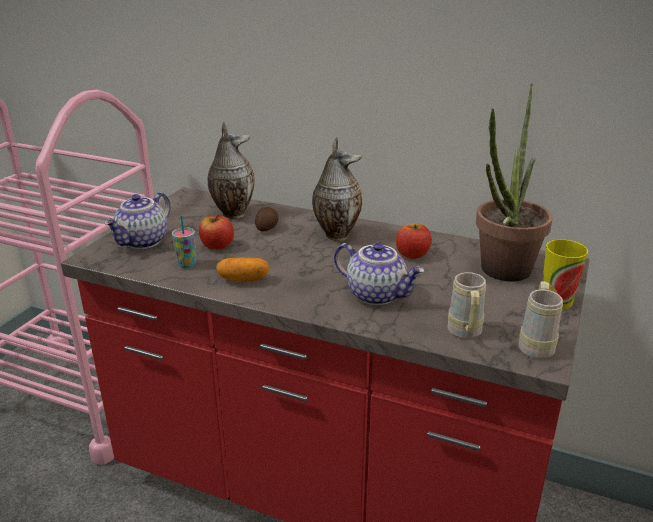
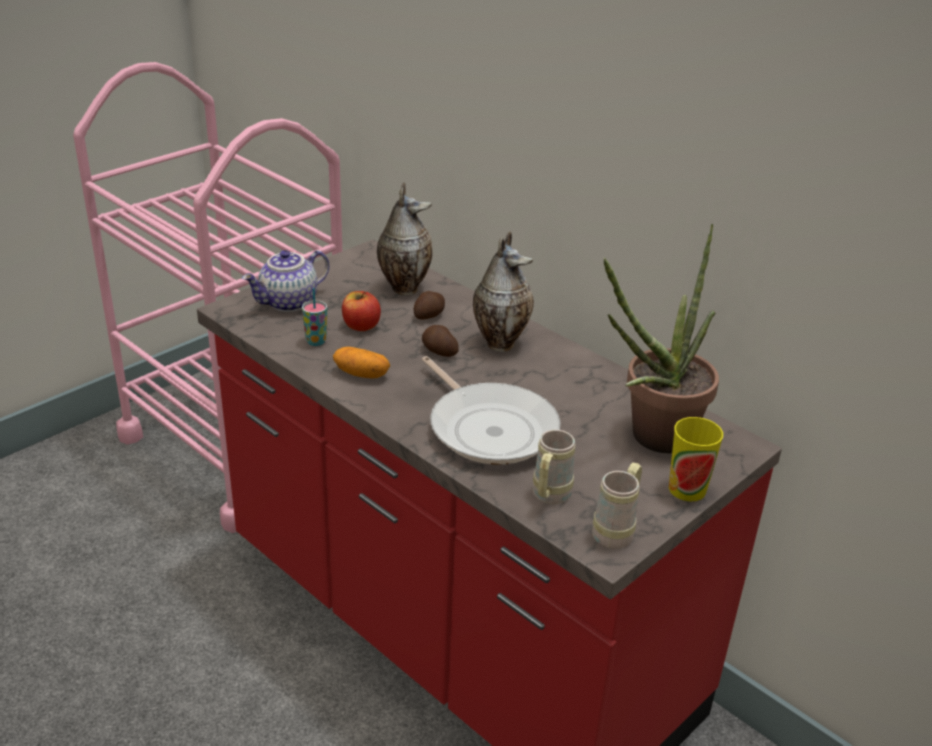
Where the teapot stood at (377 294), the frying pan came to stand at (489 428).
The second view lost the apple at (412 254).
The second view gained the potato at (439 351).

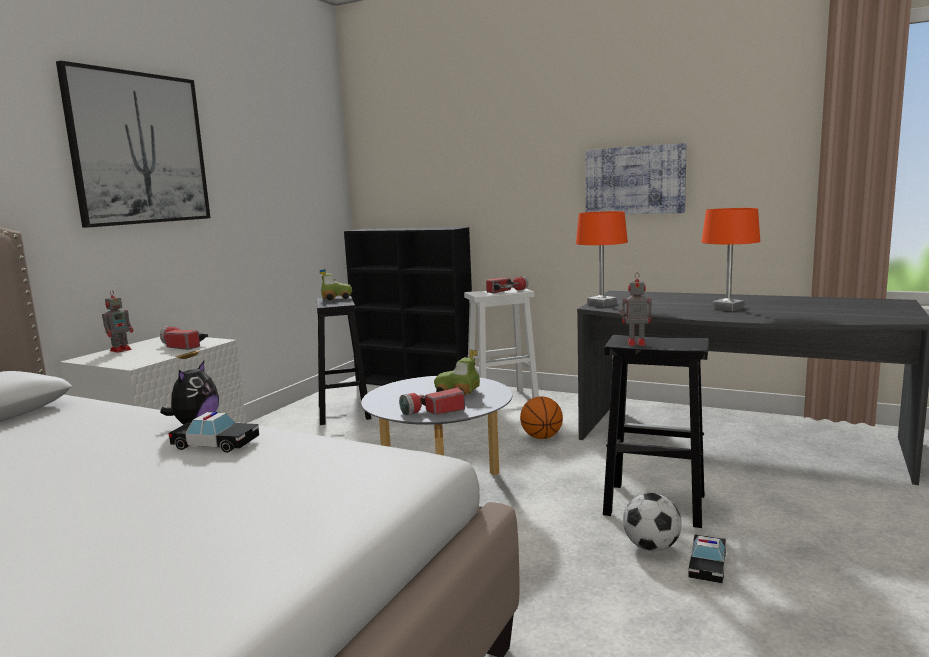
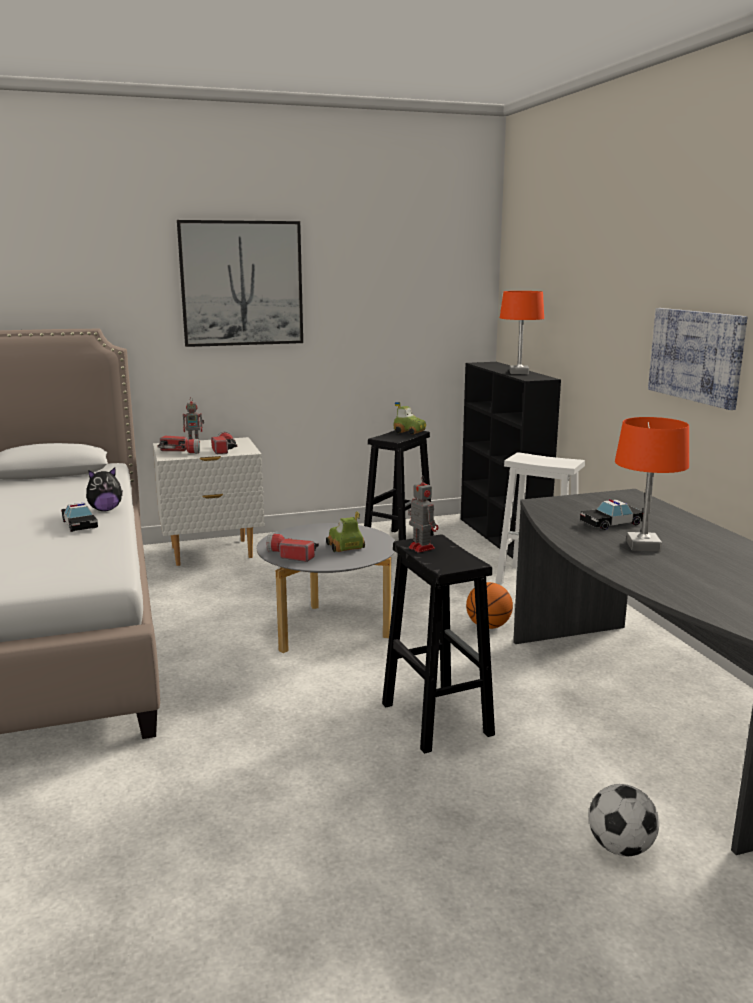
The flashlight ended up elsewhere, having gone from (507 291) to (180 452).
The table lamp (orange) ended up elsewhere, having gone from (601 304) to (518 373).
The football ended up elsewhere, having gone from (651 547) to (620 847).
The toy car ended up elsewhere, having gone from (707 566) to (611 523).

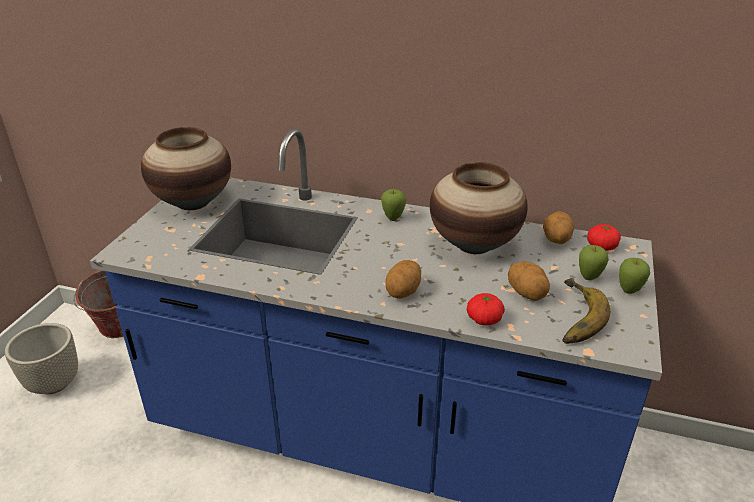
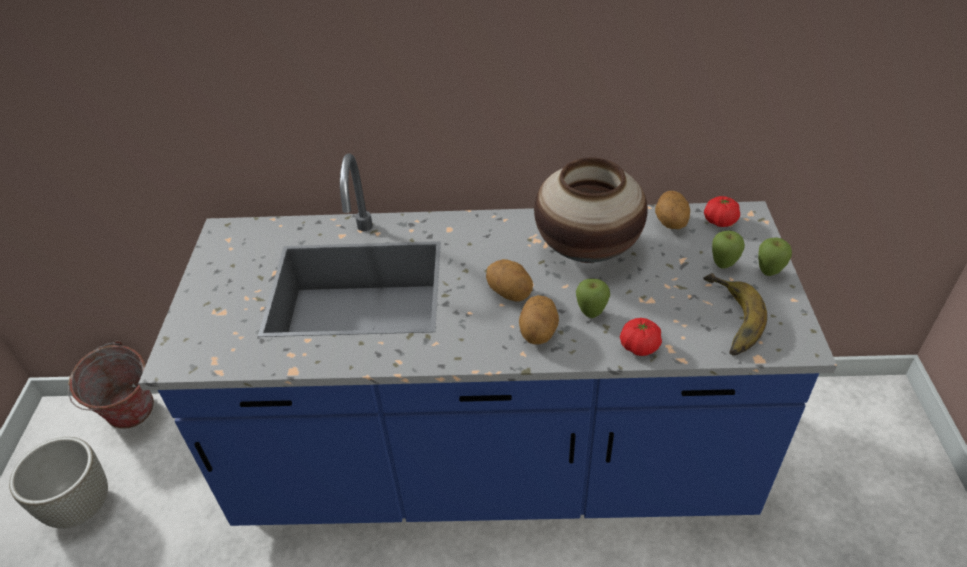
The second view lost the vase at (193 202).
The apple ended up elsewhere, having gone from (393 218) to (591 314).
The potato ended up elsewhere, having gone from (527 294) to (510 293).

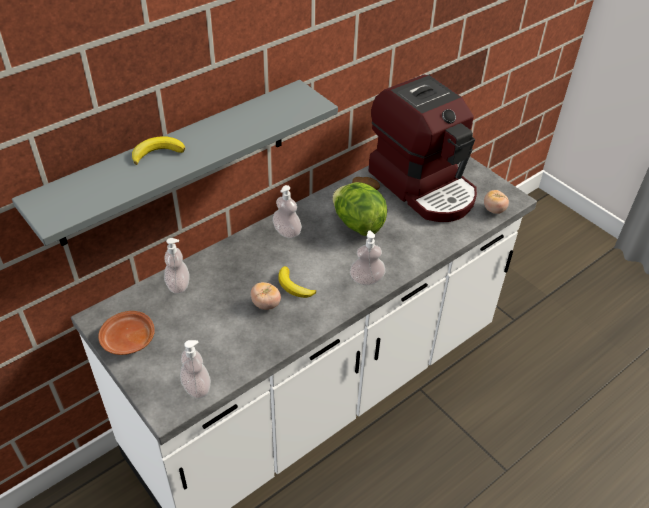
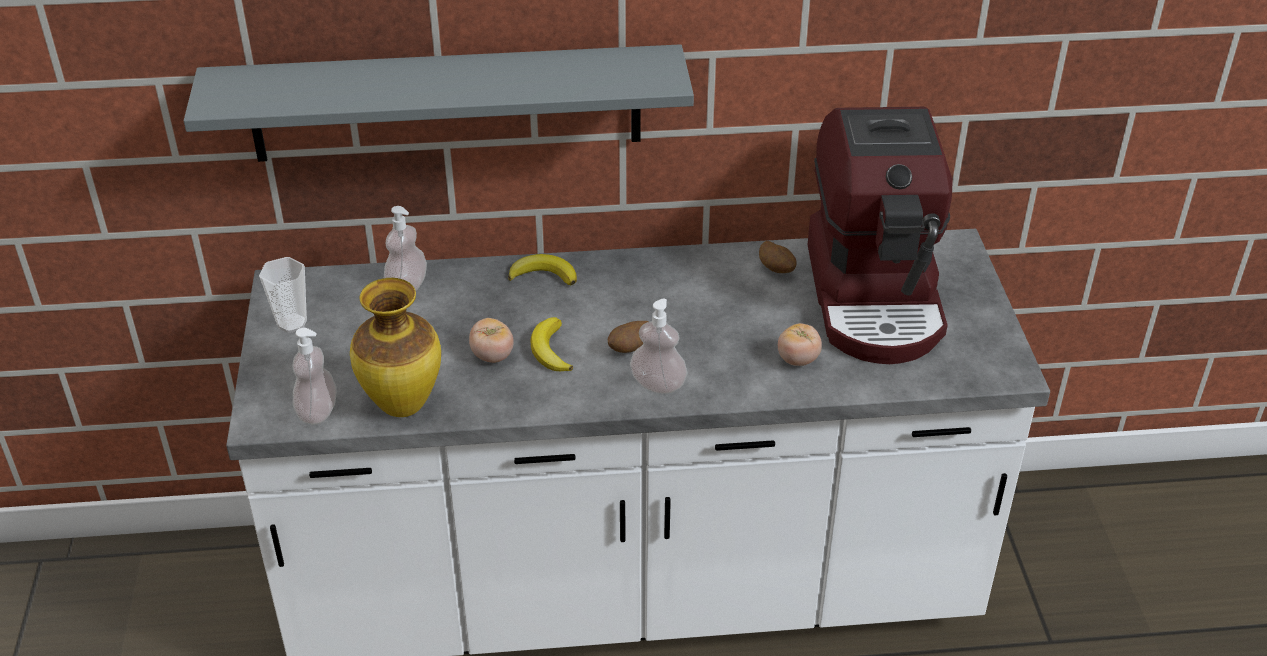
Where the plate (brown) stood at (128 340), the cup came to stand at (292 323).
The banana ended up elsewhere, having gone from (157 153) to (544 275).
The second view lost the soap dispenser at (287 232).
The second view lost the lettuce at (357 224).
The tomato ended up elsewhere, having gone from (494 210) to (798 359).
The second view gained the vase at (404 406).
The second view gained the potato at (630 349).

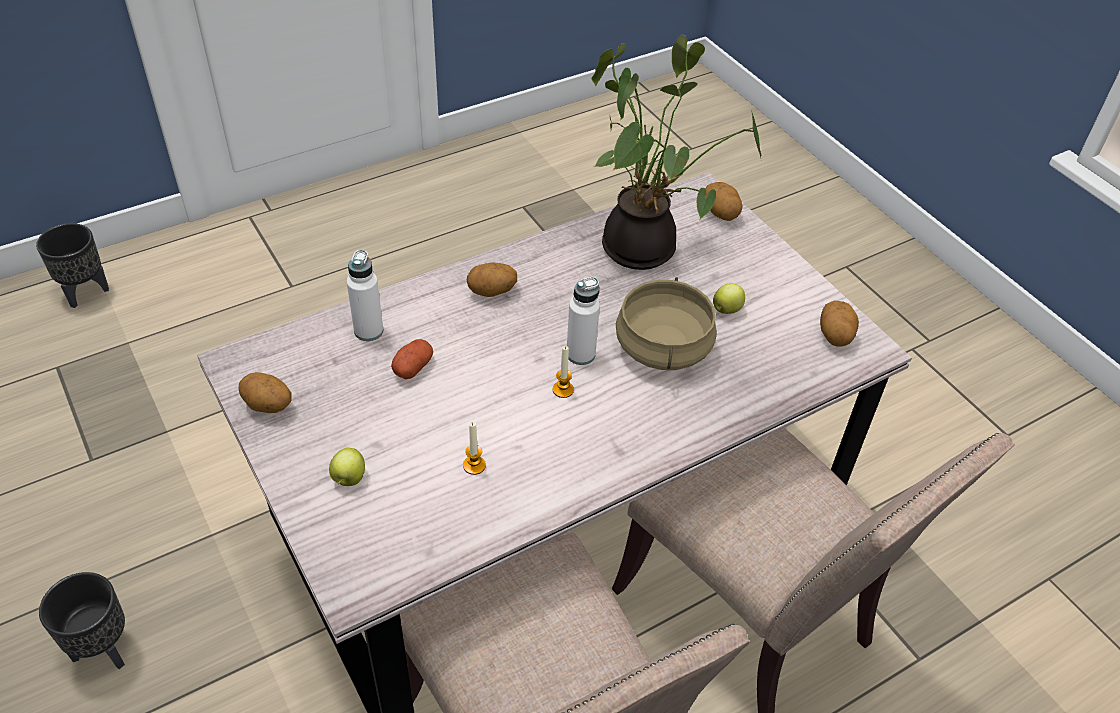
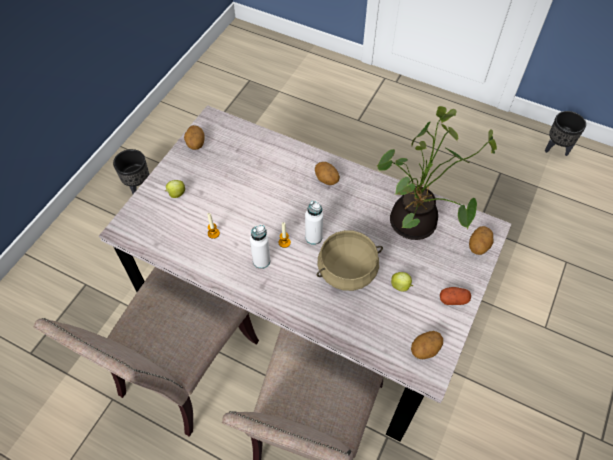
The planter (black) ended up elsewhere, having gone from (85 292) to (556 148).
The bottle (white) ended up elsewhere, having gone from (368 331) to (261 261).
The potato ended up elsewhere, having gone from (413 367) to (453 299).

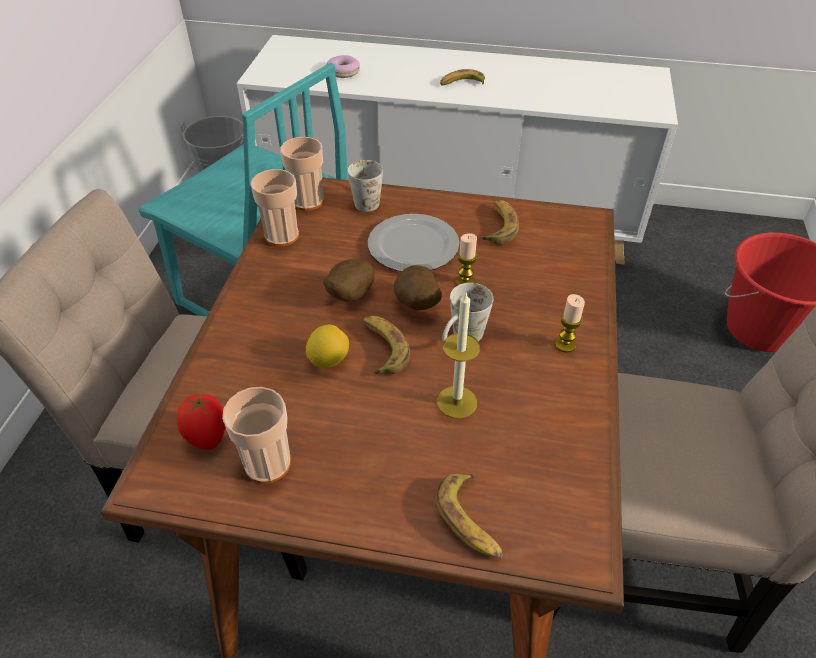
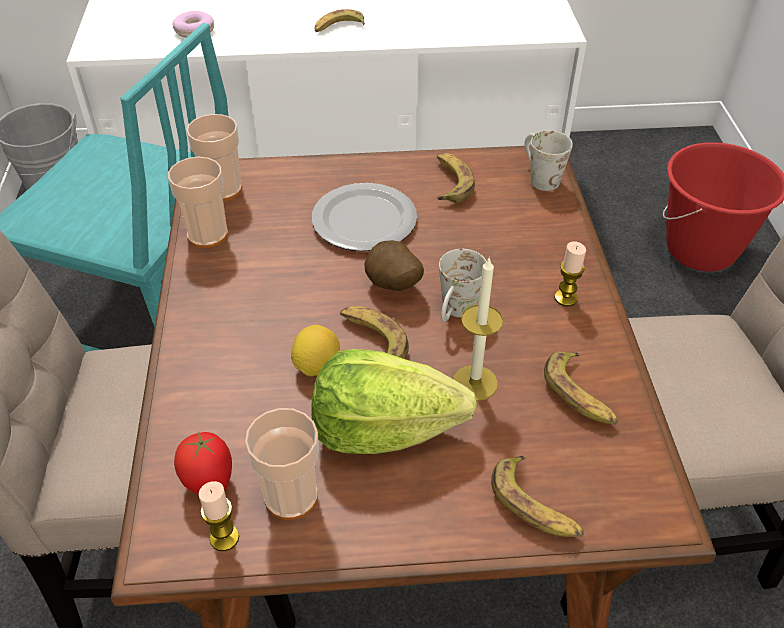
The second view lost the potato at (349 296).
The mug (white) ended up elsewhere, having gone from (365 199) to (538 177).
The candle ended up elsewhere, having gone from (465 281) to (224 538).
The second view gained the lettuce at (383 430).
The second view gained the banana at (580 395).

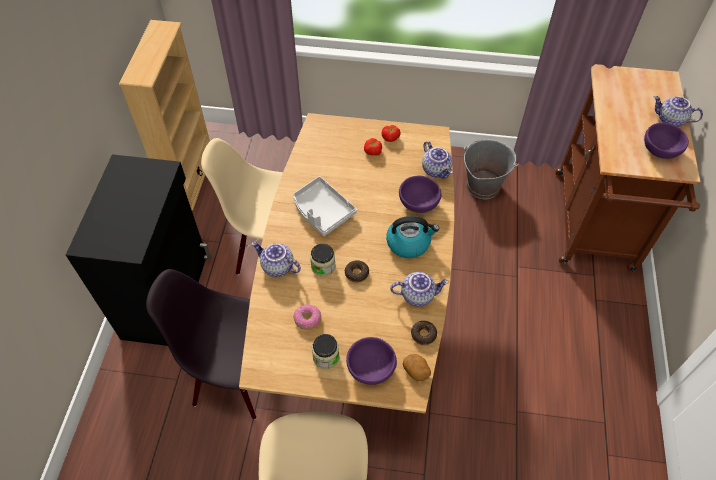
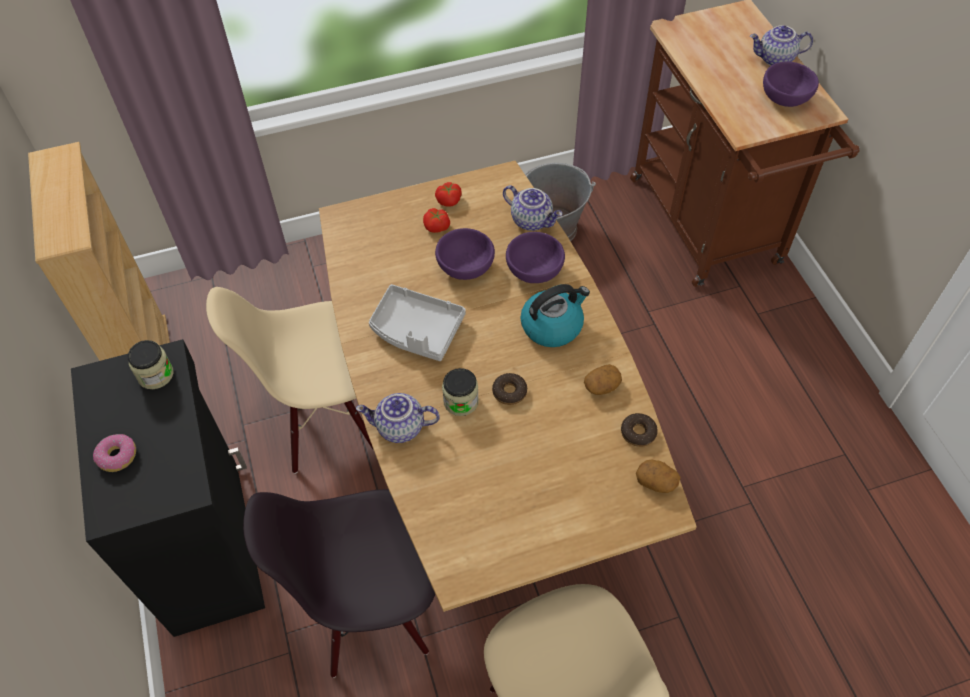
The donut ended up elsewhere, having gone from (307 319) to (117 456).
The jar ended up elsewhere, having gone from (326 357) to (156 375).
The bowl (purple) ended up elsewhere, having gone from (370 367) to (464 266).
Where the teapot stood at (417 295), the potato came to stand at (601 386).

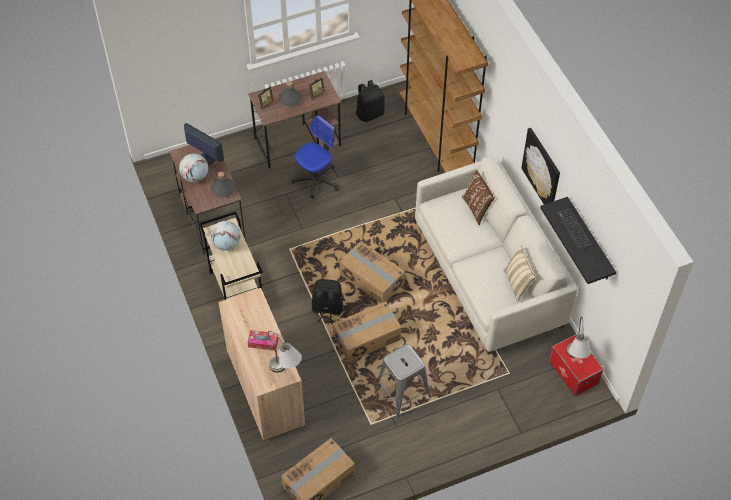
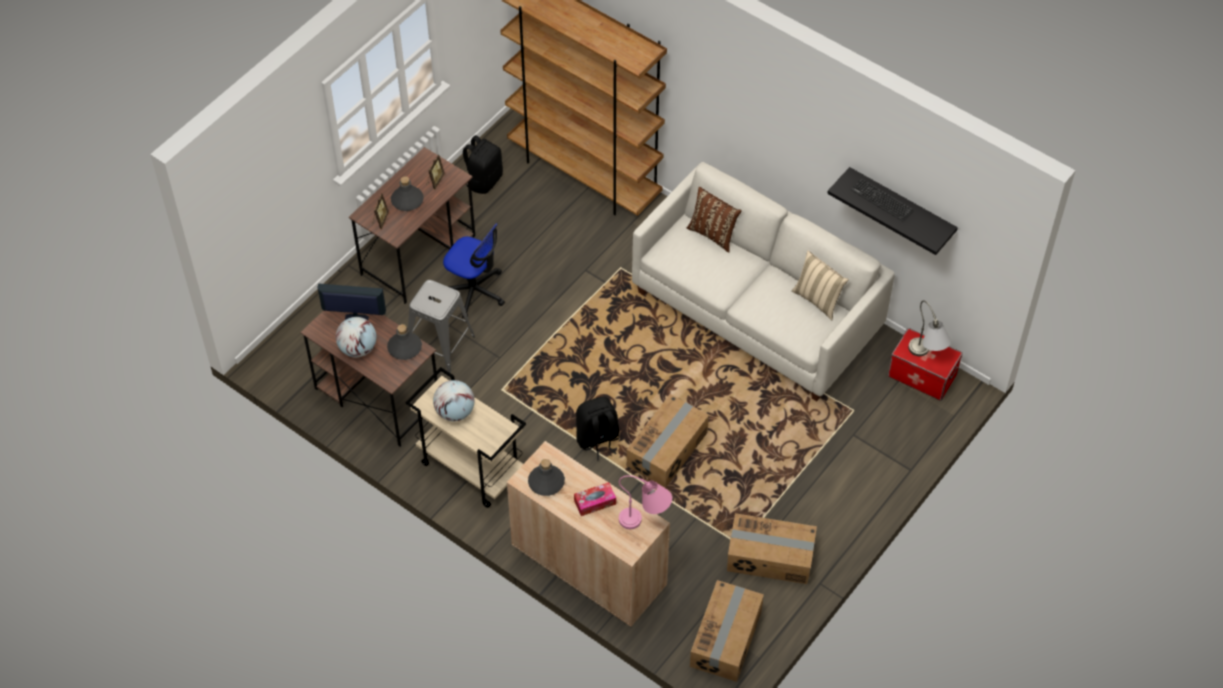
What was the table lamp (grey) at (286 372) turned into the table lamp (pink) at (645 522).
The office chair at (316 180) ended up facing another way, 105 degrees clockwise from before.
The cardboard box ended up elsewhere, having gone from (371 279) to (770 557).
The stool (grey) ended up elsewhere, having gone from (402 392) to (439 345).
The second view lost the picture at (542 169).
The second view gained the bottle (grey) at (546 482).

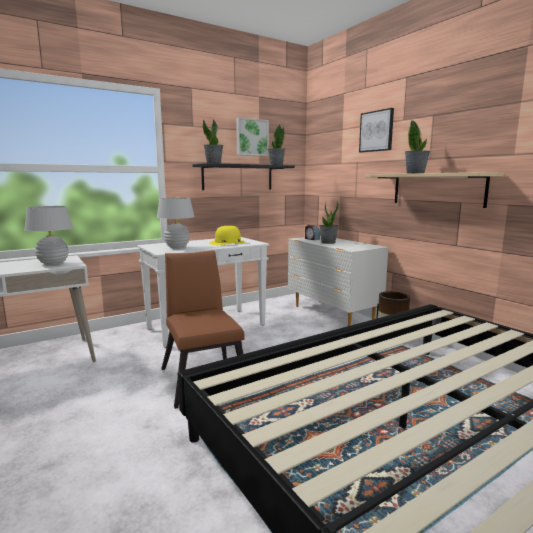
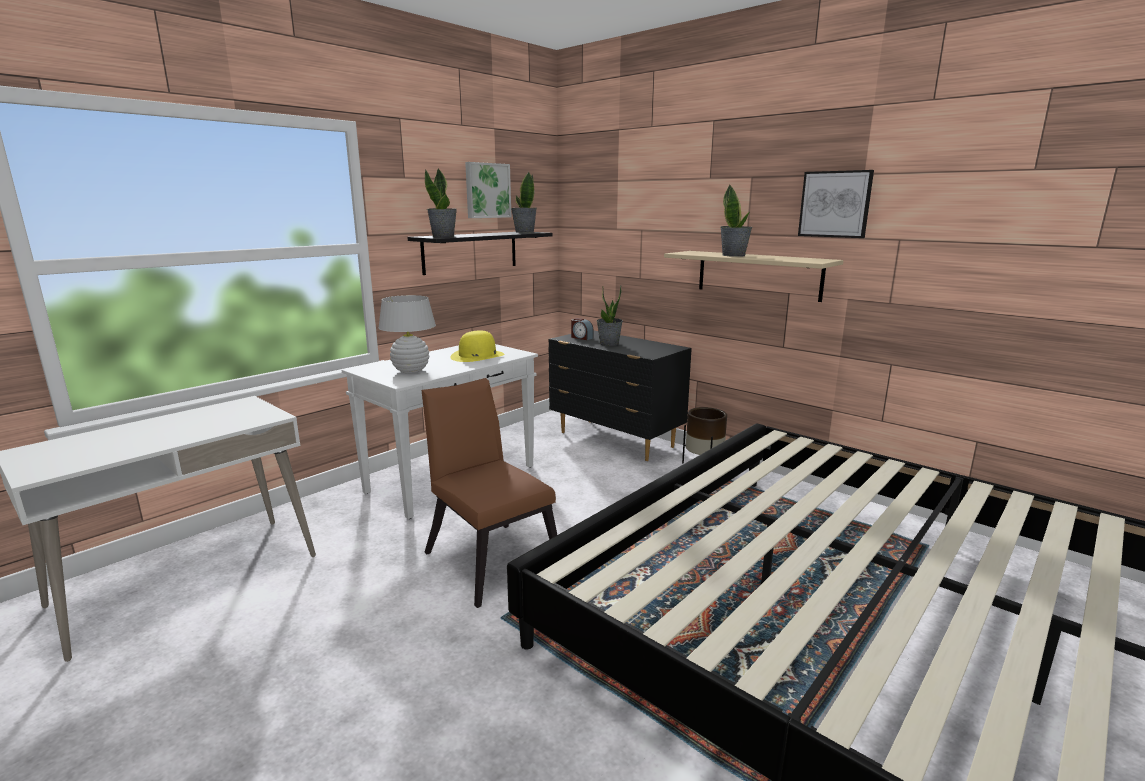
The second view lost the table lamp (white) at (53 263).
What was the dresser (white) at (332 314) turned into the dresser (black) at (616 440).
The picture ended up elsewhere, having gone from (376 131) to (835 204).

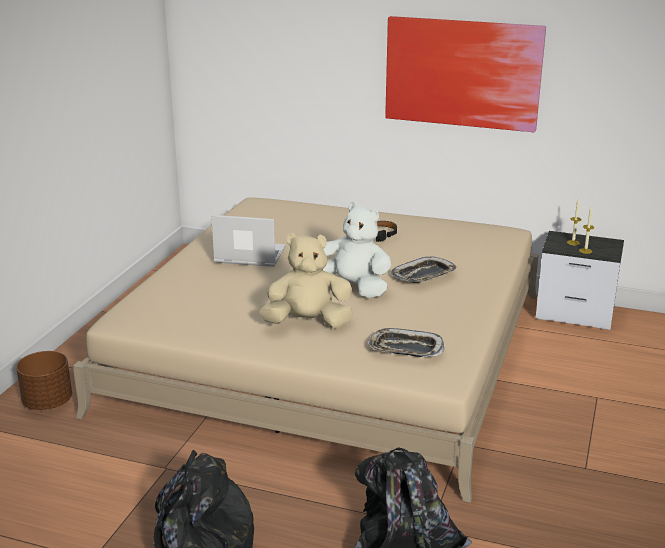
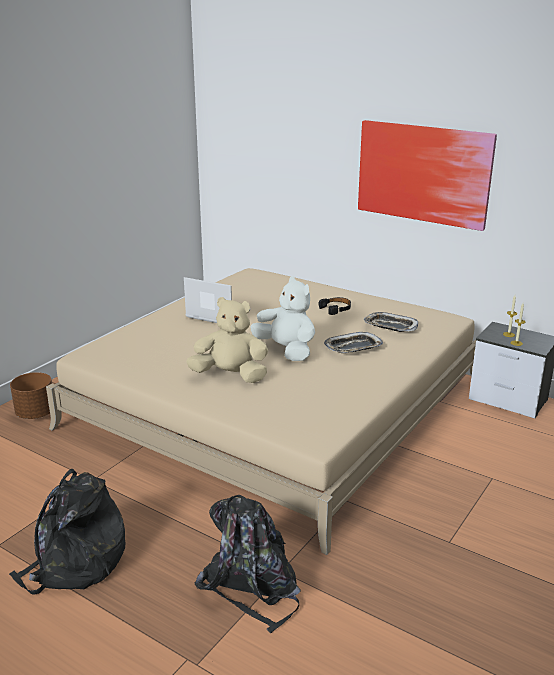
The tray ended up elsewhere, having gone from (405 349) to (390 326).

